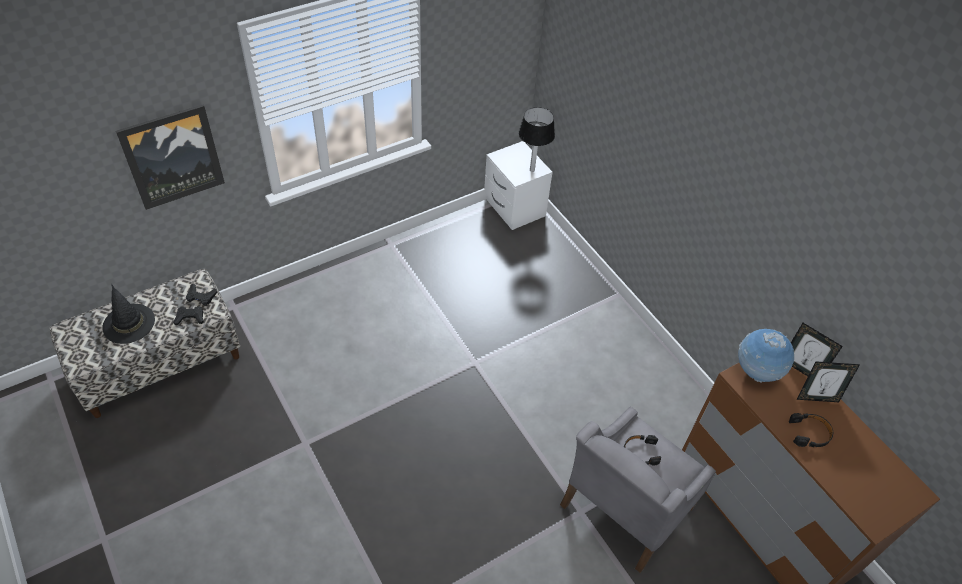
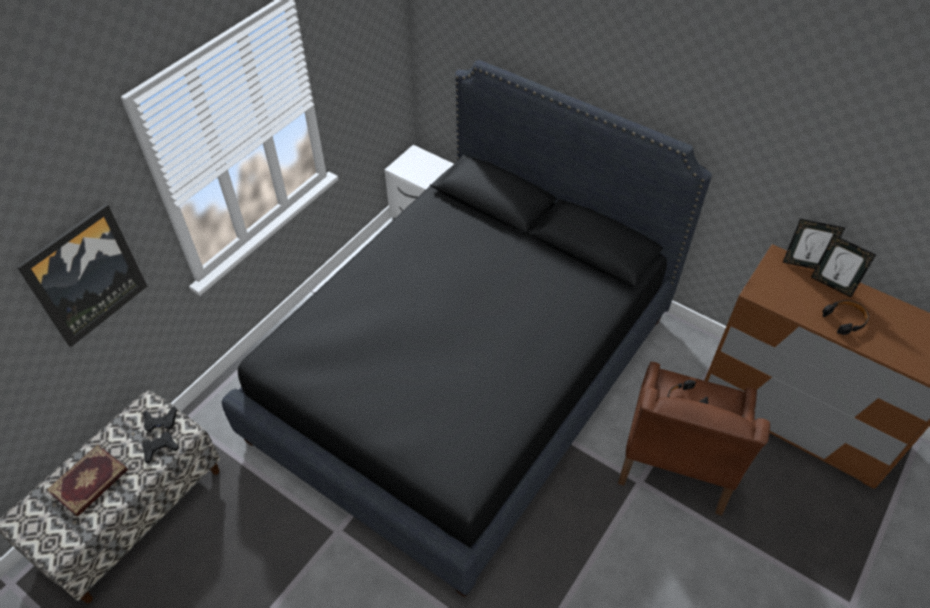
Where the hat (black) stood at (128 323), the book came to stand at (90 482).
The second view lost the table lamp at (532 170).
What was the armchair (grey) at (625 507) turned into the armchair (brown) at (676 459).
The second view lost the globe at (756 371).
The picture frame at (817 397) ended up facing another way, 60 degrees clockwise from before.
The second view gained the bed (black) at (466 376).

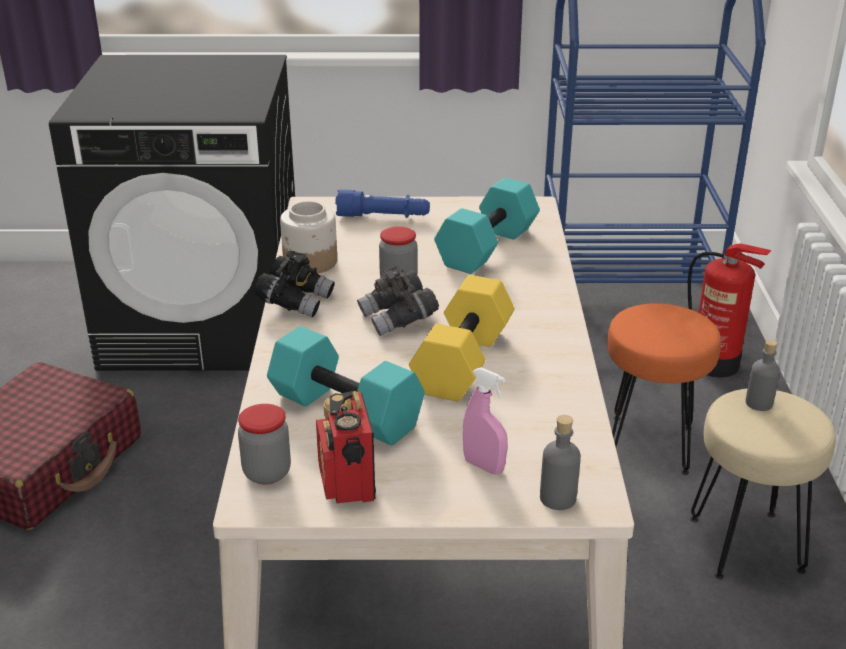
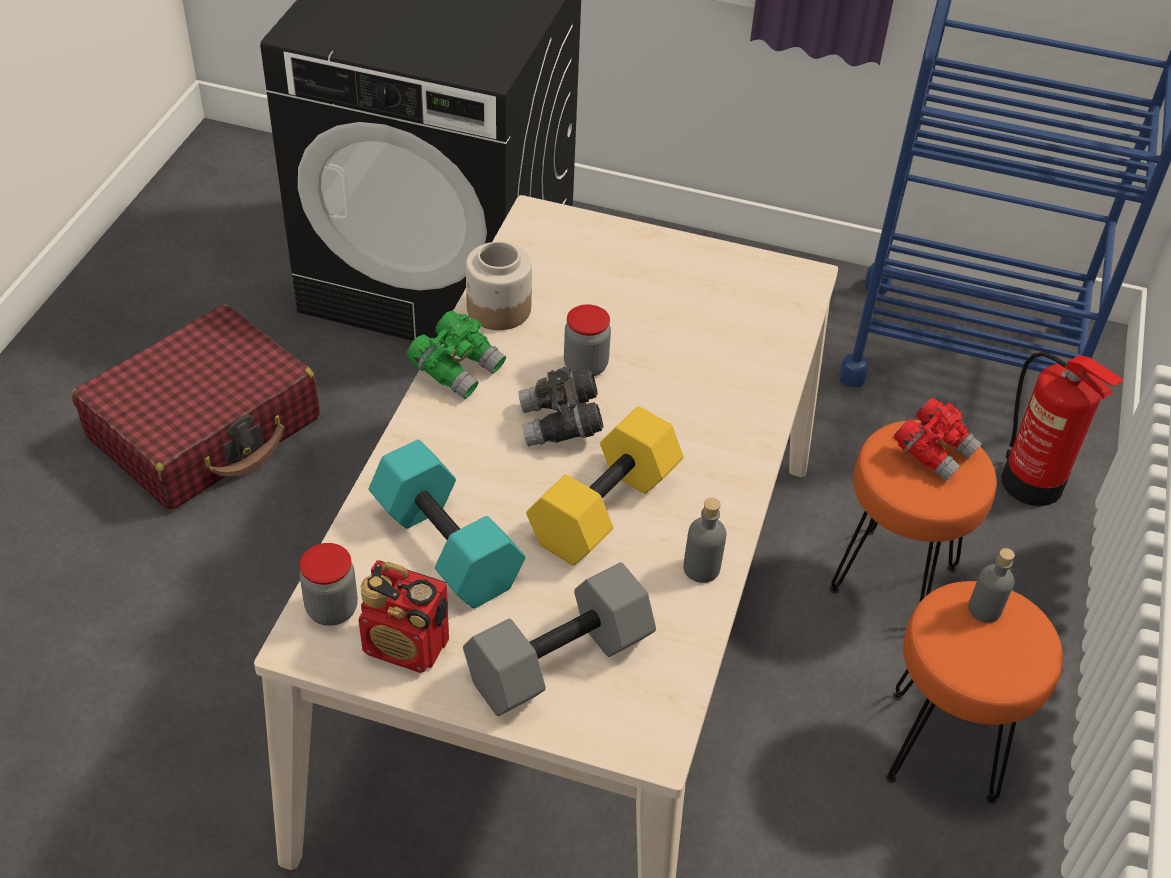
What was the binoculars (black) at (295 302) turned into the binoculars (green) at (457 369).
The radio at (347 483) ended up facing another way, 75 degrees counterclockwise from before.
The second view lost the flashlight (blue) at (383 217).
The second view lost the dumbbell (turquoise) at (488 248).
Where the spray bottle (pink) stood at (484 466), the dumbbell (grey) came to stand at (559 664).
The bottle (grey) ended up elsewhere, having gone from (558 498) to (701 568).
What was the stool (beige) at (744 543) turned into the stool (orange) at (942 745).
The second view gained the binoculars (red) at (933 451).

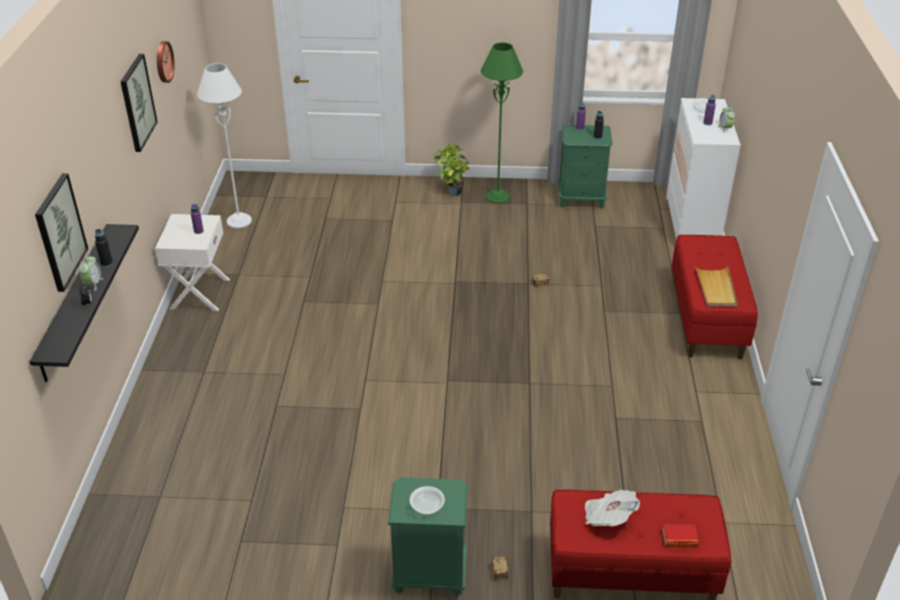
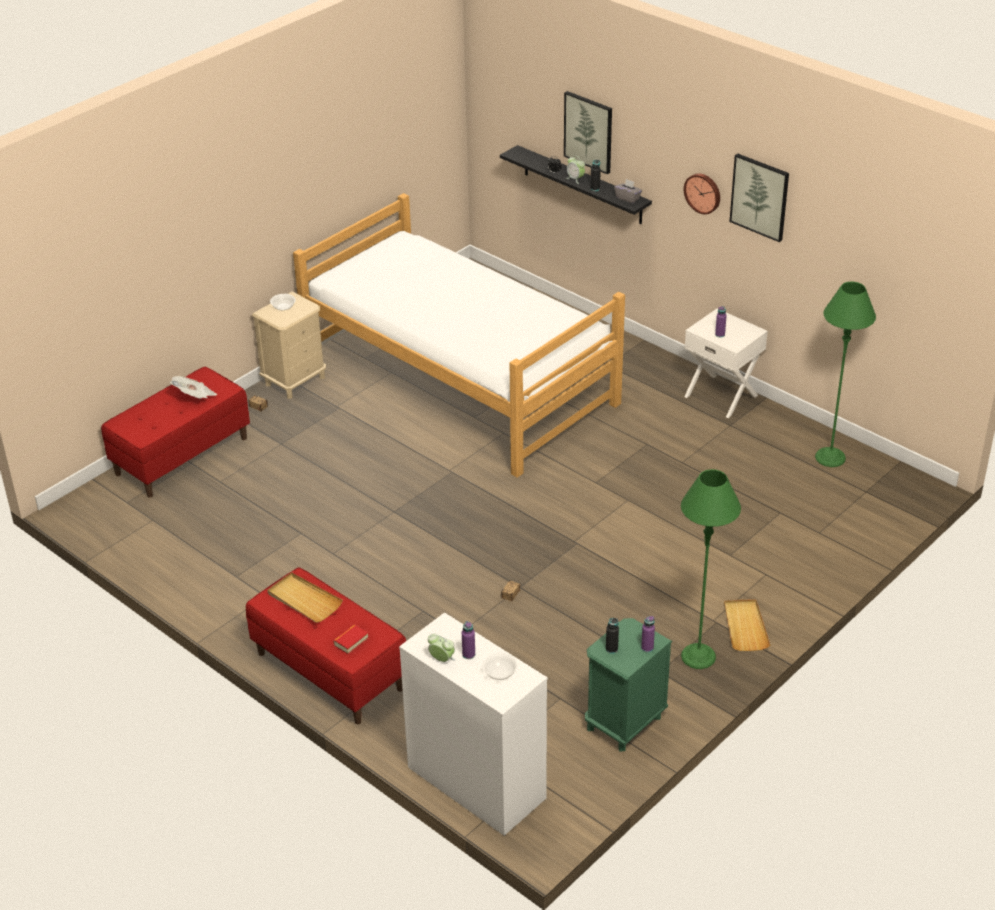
The wall clock ended up elsewhere, having gone from (163 62) to (703 192).
What was the floor lamp (white) at (239 221) turned into the floor lamp (green) at (830 457).
What was the nightstand (green) at (429 575) turned into the nightstand (beige) at (295 380).
Where the potted plant stood at (452 192), the tray (beige) came to stand at (745 626).
The book ended up elsewhere, having gone from (679 539) to (351 641).
The second view gained the bed at (459 380).
The second view gained the tissue box (grey) at (628 198).

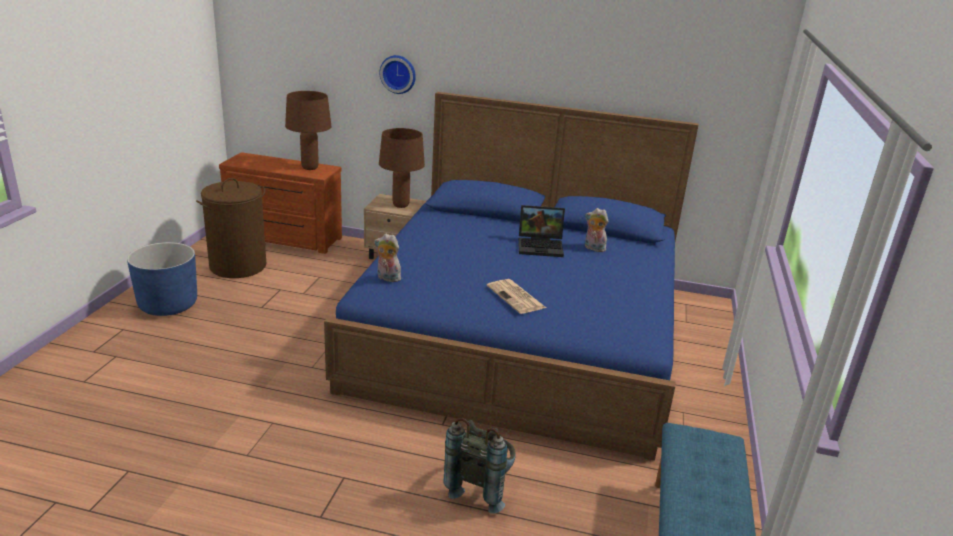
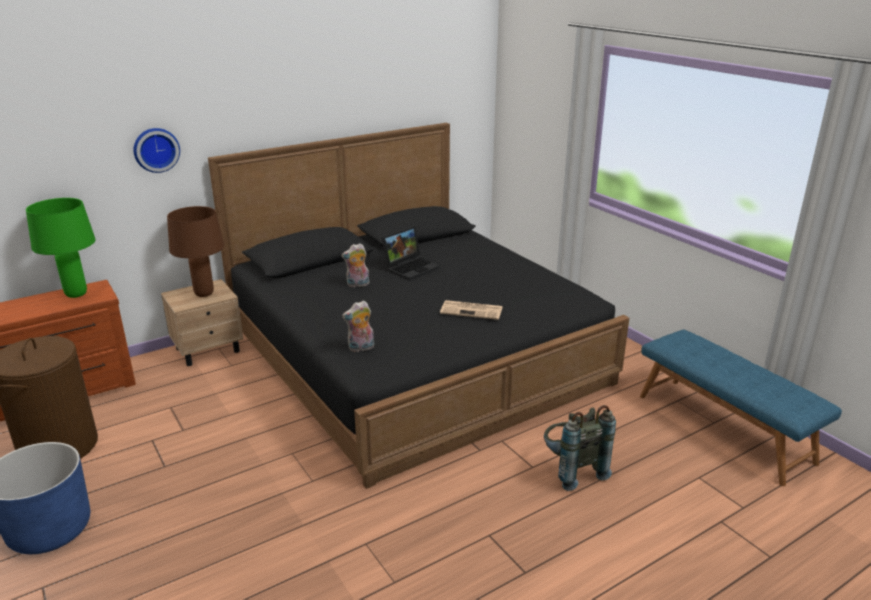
What was the table lamp (brown) at (310 168) turned into the table lamp (green) at (77 294).
What was the bed (blue) at (520 333) turned into the bed (black) at (413 355).
The plush toy ended up elsewhere, having gone from (593 248) to (357 285).

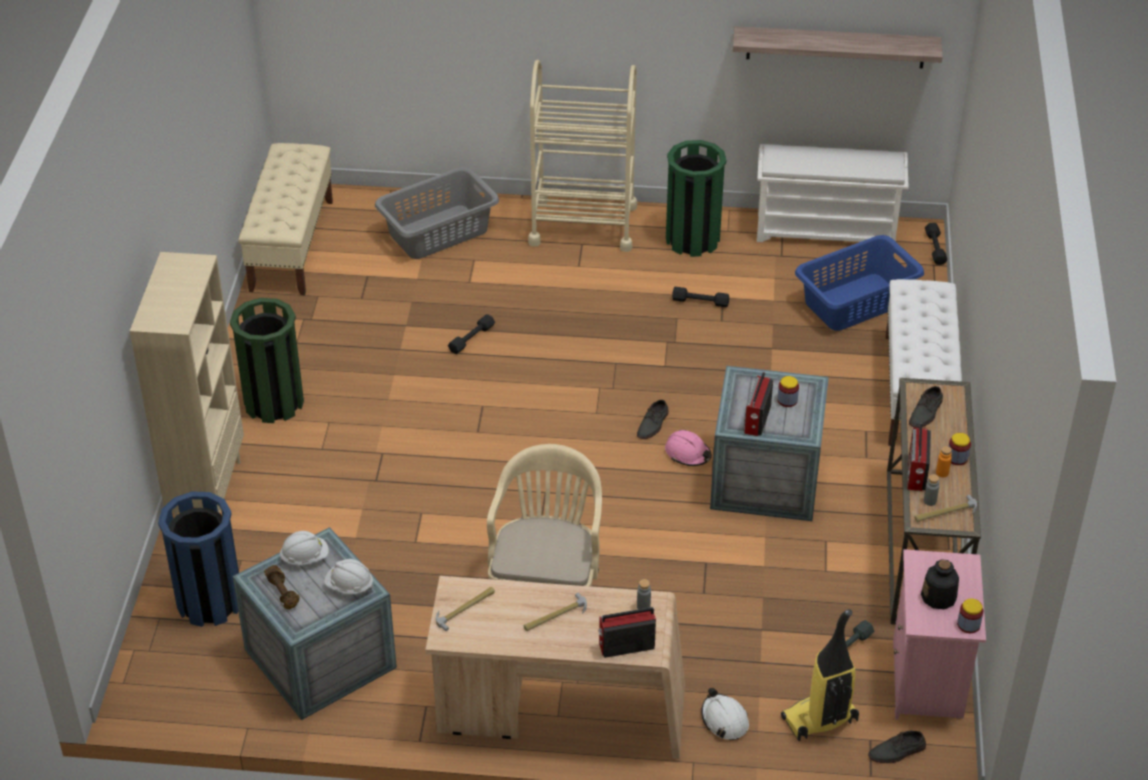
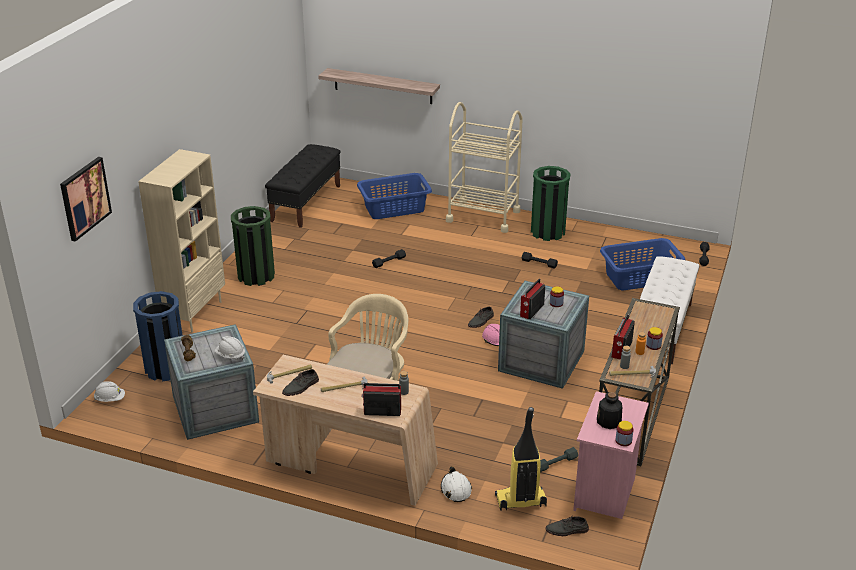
What was the bench (beige) at (291 245) turned into the bench (black) at (306 203).
The hard hat (white) ended up elsewhere, having gone from (305 557) to (110 399).
What was the laundry basket (grey) at (439 232) turned into the laundry basket (blue) at (395 208).
The shelf ended up elsewhere, having gone from (835 47) to (383 86).
The second view lost the shoe rack (white) at (827 230).
The shoe (grey) ended up elsewhere, having gone from (926 412) to (301 387).
The second view gained the picture at (85 198).

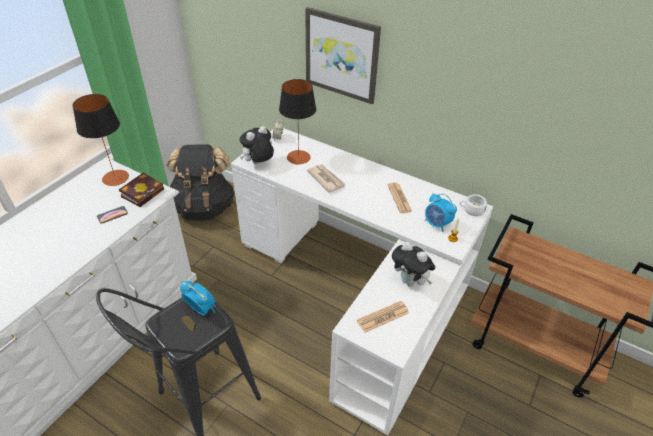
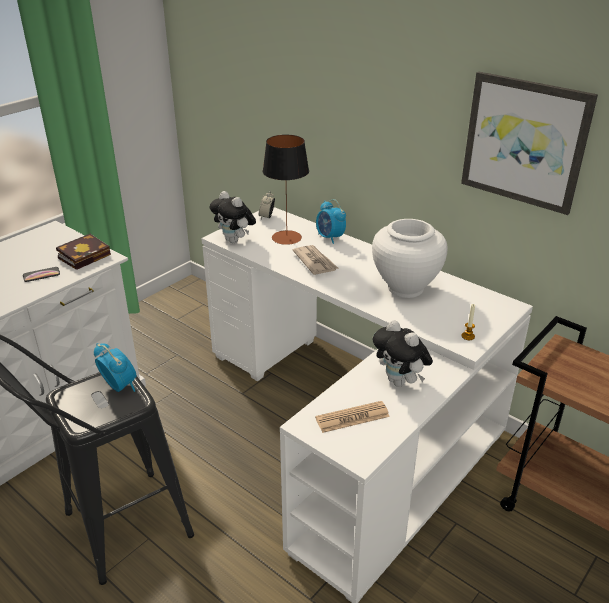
The second view lost the table lamp at (115 178).
The second view lost the backpack (black) at (204 207).
The plush toy at (258 164) ended up facing another way, 105 degrees counterclockwise from before.
The picture ended up elsewhere, having gone from (342 55) to (525 142).
Where the newspaper stood at (399 198), the vase (white) came to stand at (405 288).
The alarm clock ended up elsewhere, having gone from (437 224) to (330 238).
The second view lost the cup (white) at (471 210).

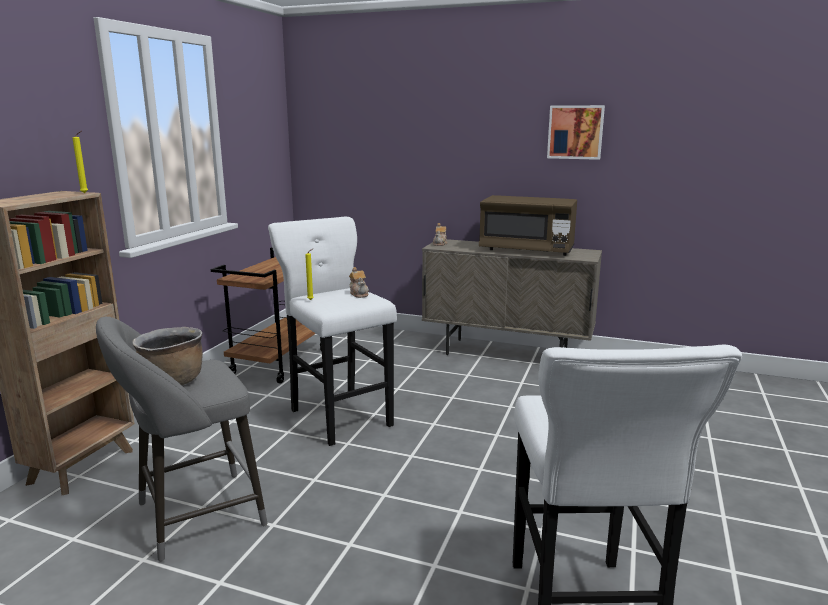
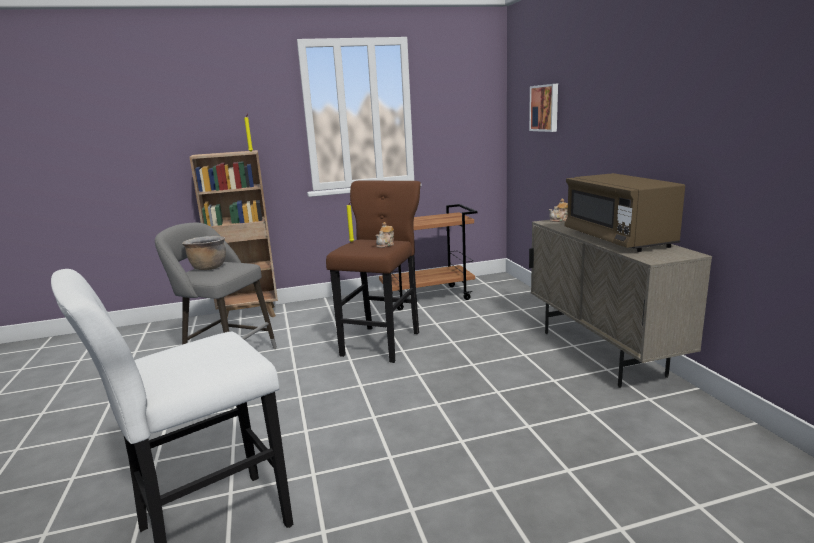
What was the stool (white) at (339 415) turned into the stool (brown) at (382 342).
The picture ended up elsewhere, having gone from (575 132) to (545 108).

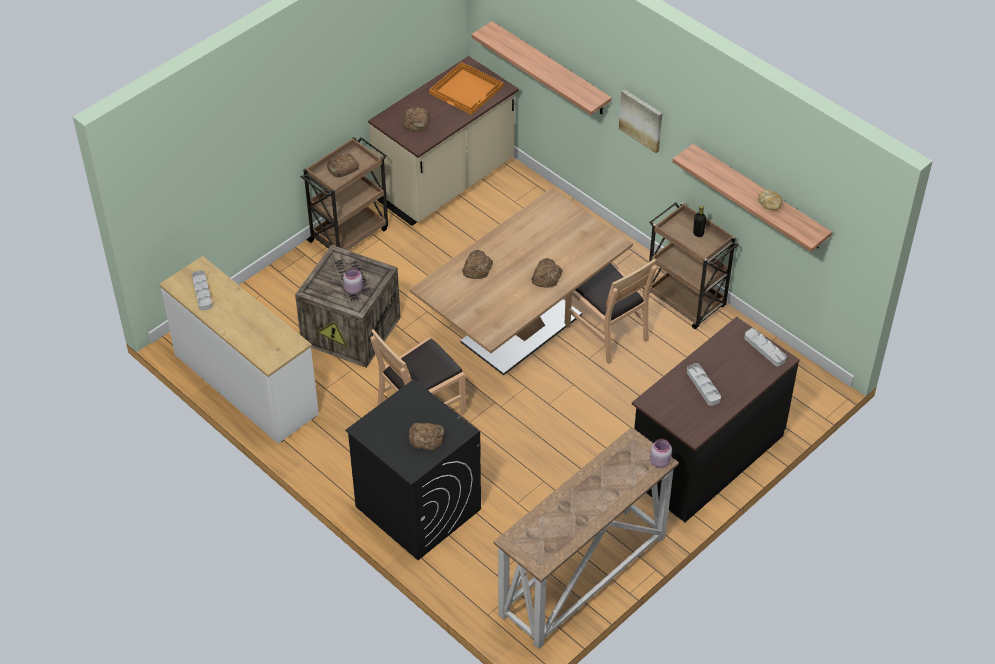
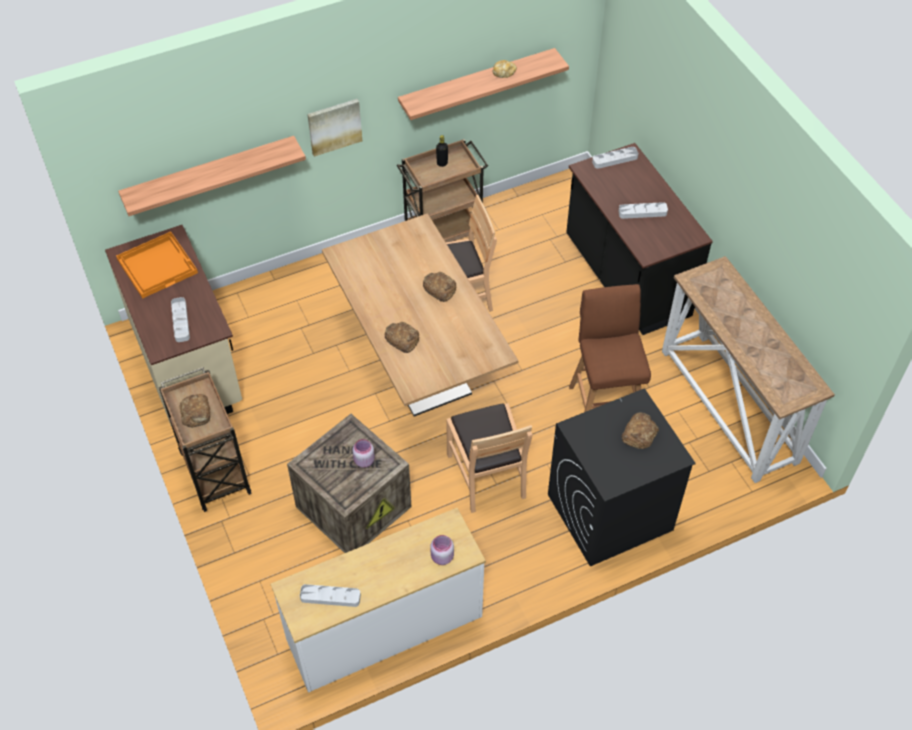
Where the bread stood at (416 122), the tray (grey) came to stand at (180 321).
The jar (pink) ended up elsewhere, having gone from (659 461) to (441 557).
The second view gained the stool (brown) at (604 403).

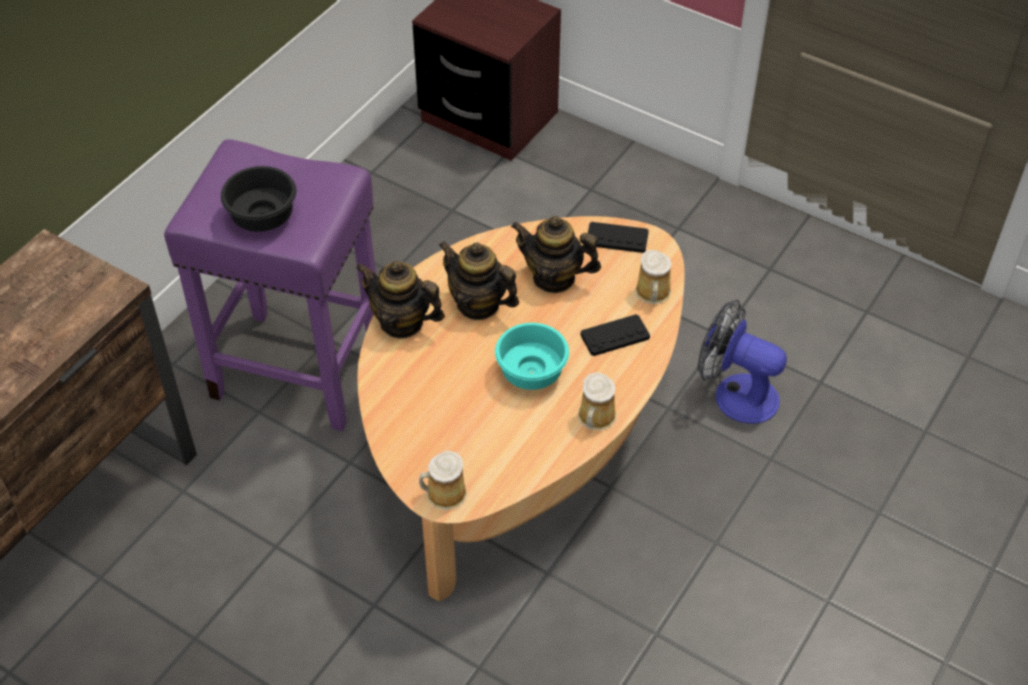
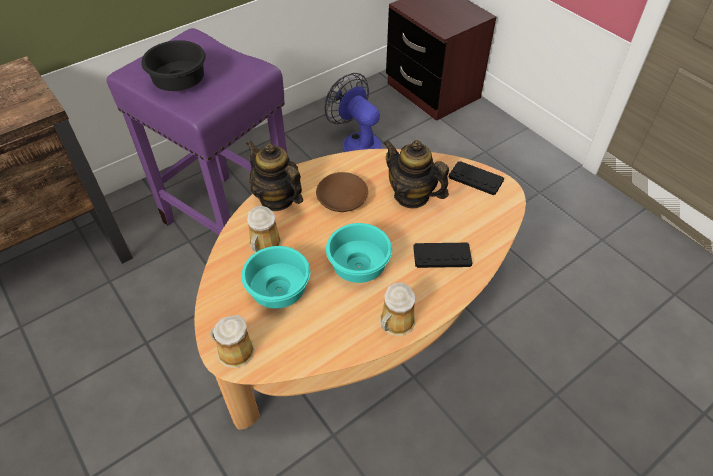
Where the teapot stood at (478 304), the bowl (brown) came to stand at (342 200).
The mug ended up elsewhere, having gone from (653 293) to (264 245).
The fan ended up elsewhere, having gone from (735 394) to (357 142).
The second view gained the bowl (turquoise) at (278 289).

